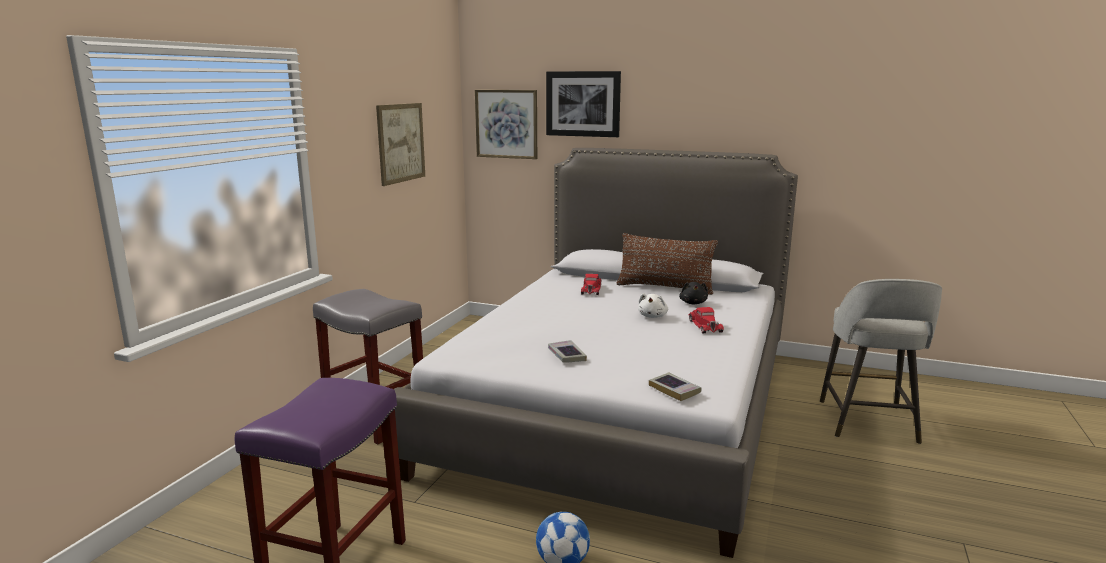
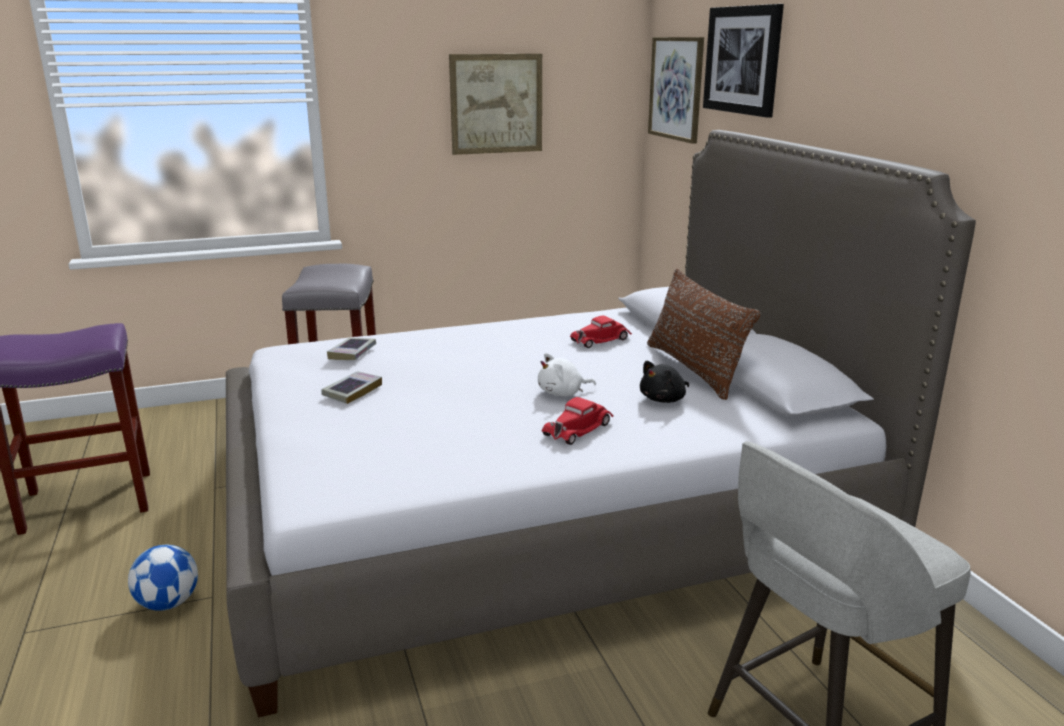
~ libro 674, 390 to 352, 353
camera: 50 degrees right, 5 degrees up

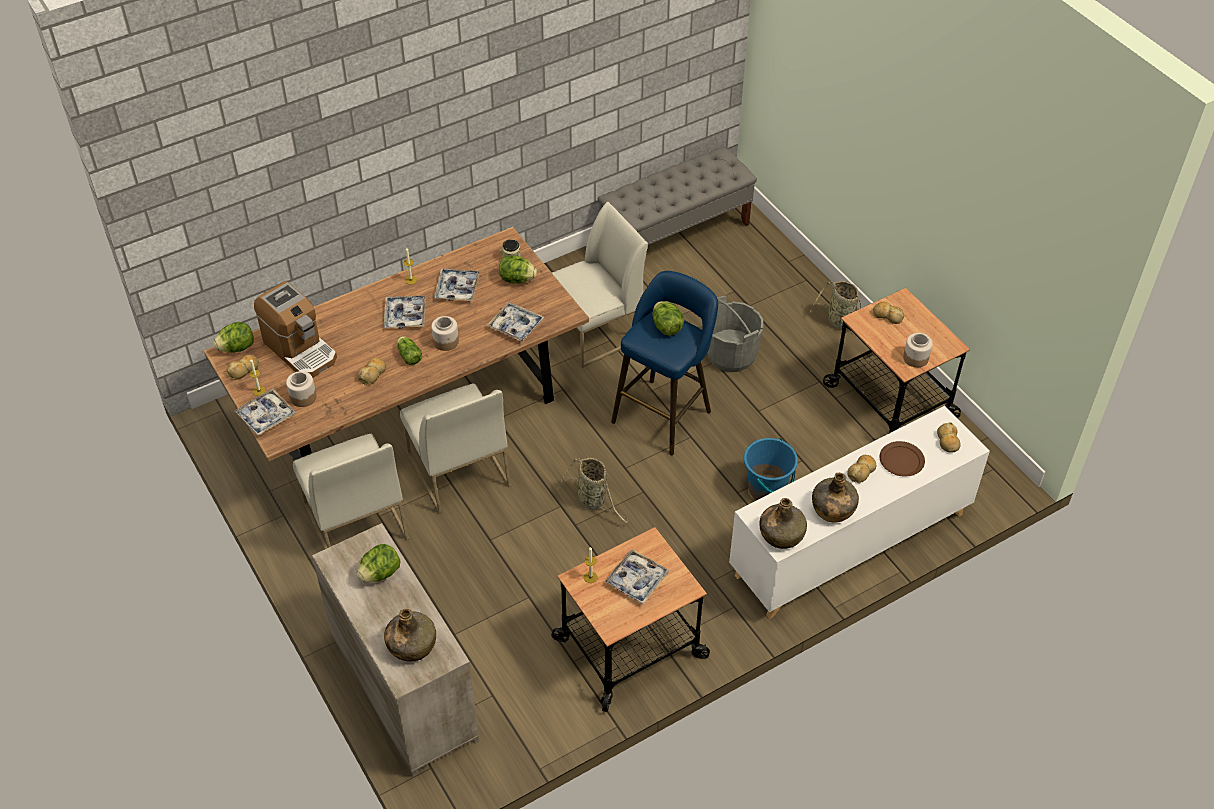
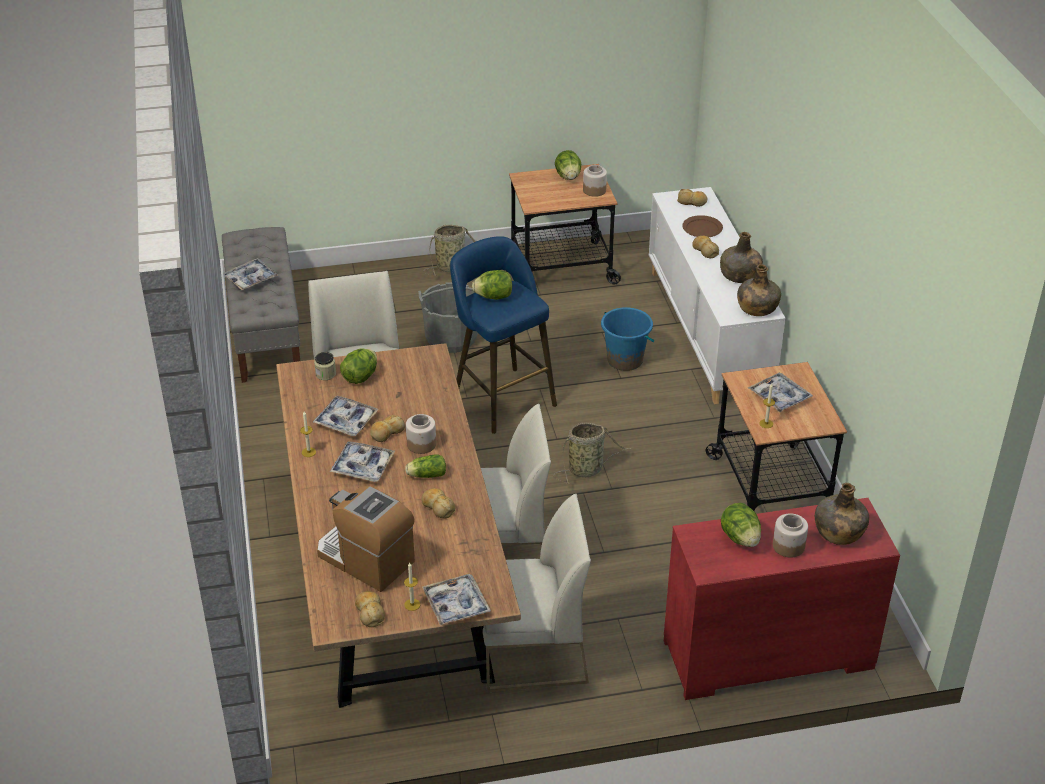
~ lechuga 237, 348 to 568, 177
~ cafetera 300, 350 = 365, 559 120 degrees counterclockwise
~ tarro 303, 397 to 788, 546
~ cómoda/beis 402, 689 to cómoda/rojo 767, 656
~ bandeja 516, 326 to 250, 279
~ pan 887, 316 to 387, 433
camera: 70 degrees left, 10 degrees down

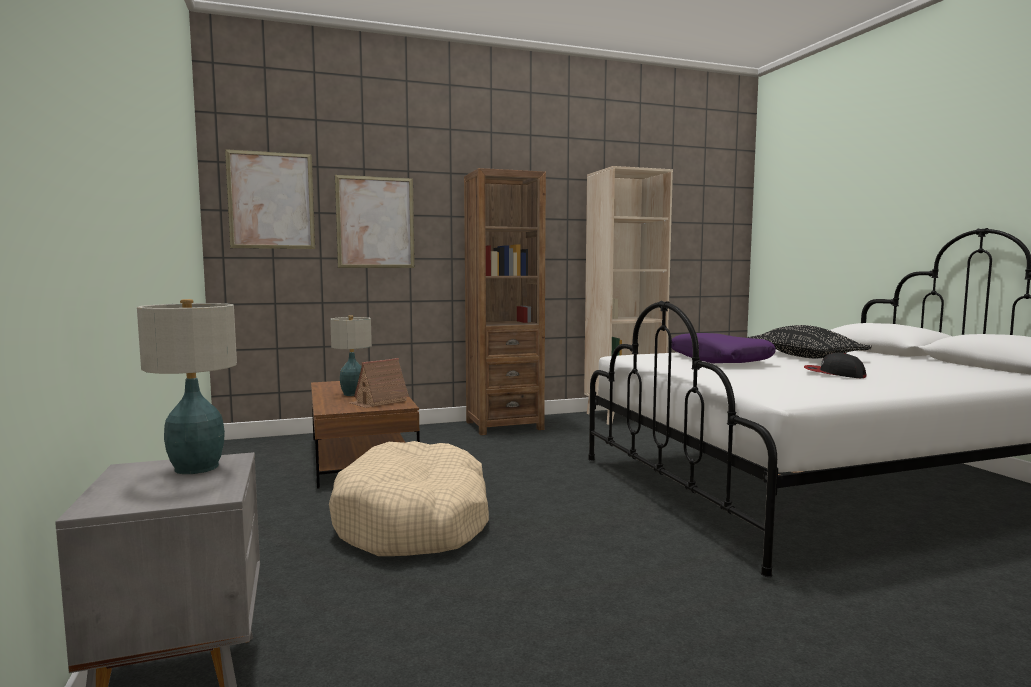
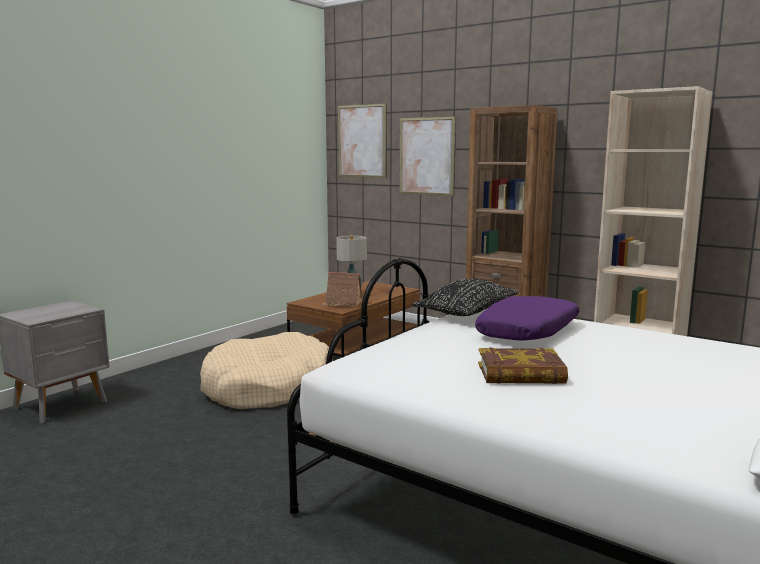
- lámpara de mesa 196, 468
~ cojín/negro 804, 356 to 467, 312
~ gorra 834, 374 to libro 520, 374
camera: 55 degrees right, 5 degrees up

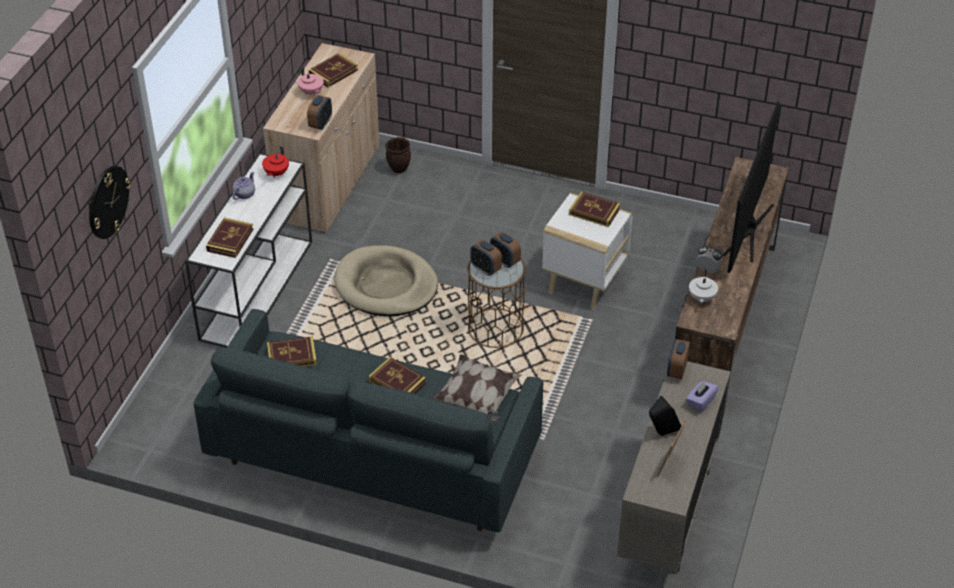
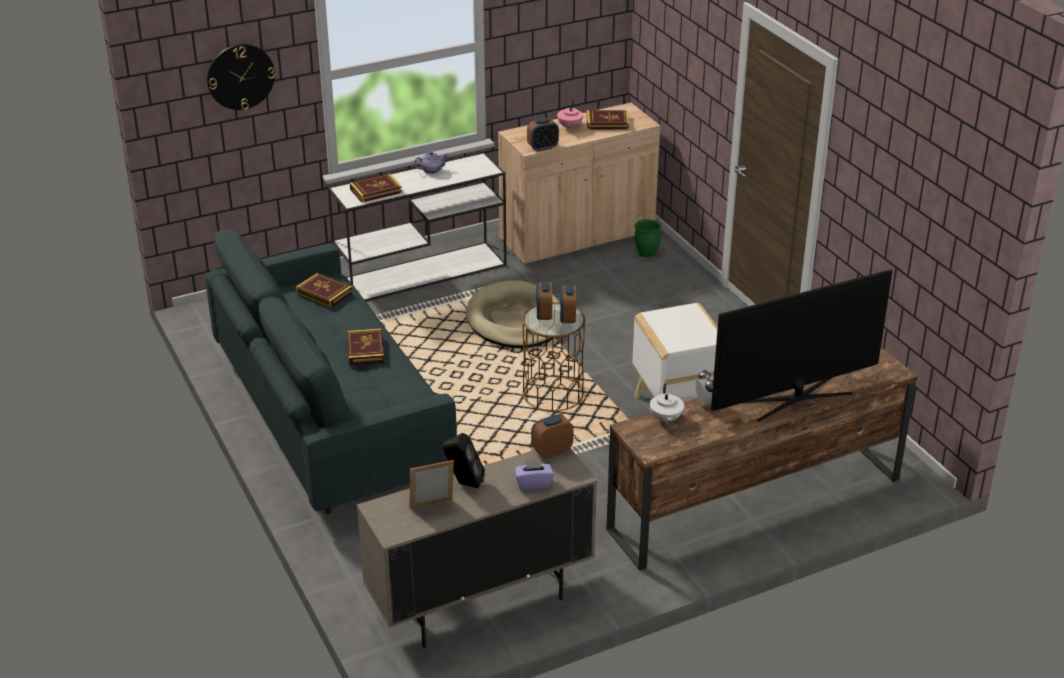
- tetera/rojo 276, 173
~ maceta/marrón 398, 168 to maceta/verde 646, 253
- cojín 477, 399
- libro 594, 211
~ tetera/blanco 701, 298 = 665, 419 60 degrees counterclockwise
camera: 45 degrees right, 10 degrees down

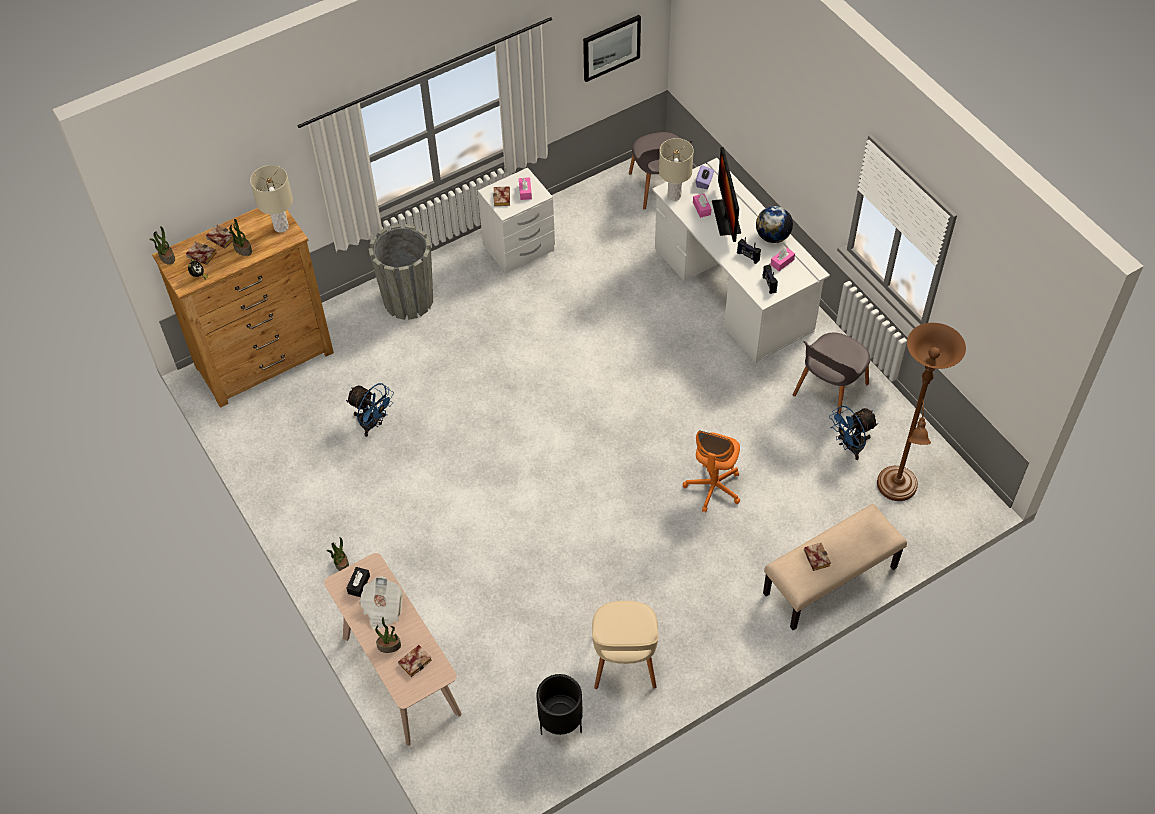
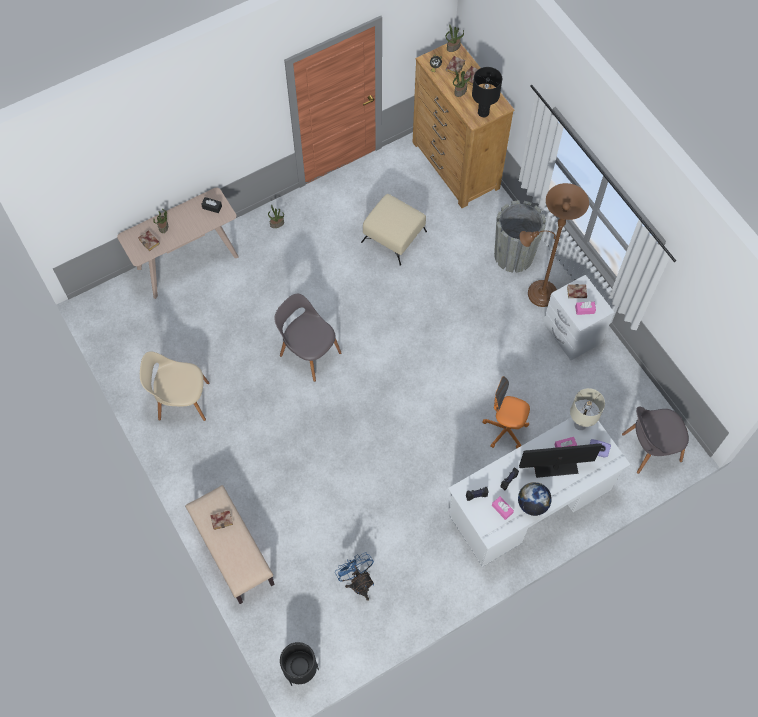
~ lámpara de mesa/beis 281, 227 to lámpara de mesa/negro 483, 113
~ ventilador/azul 373, 424 to puf/beis 394, 237
- periódico 382, 609
~ maceta/negro 561, 723 to 300, 670
- cuadro 611, 47
~ silla de oficina/naranja 713, 488 to 505, 430
~ silla/gris 829, 391 to 309, 352
~ lámpara de pie/marrón 897, 489 to 538, 293
camera: 90 degrees right, 10 degrees up

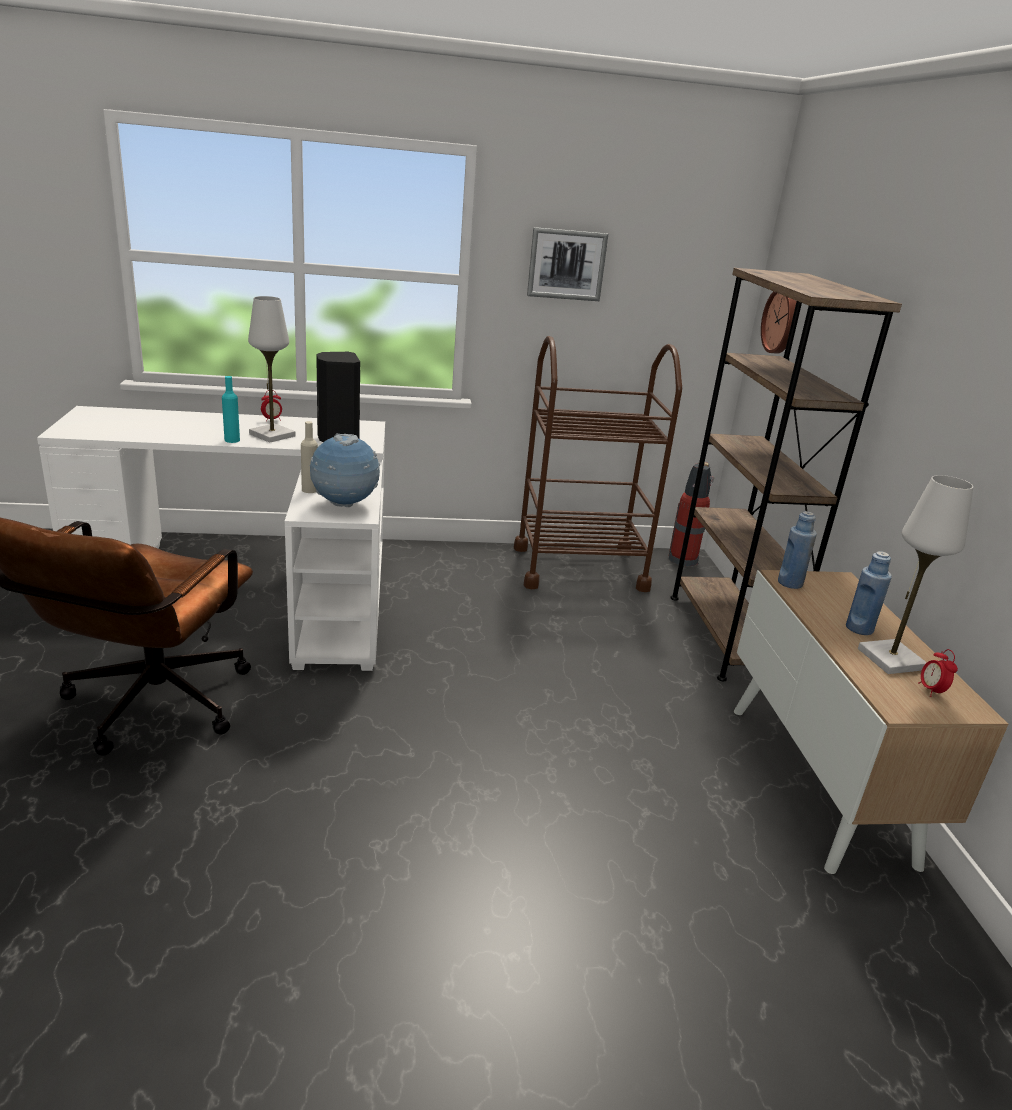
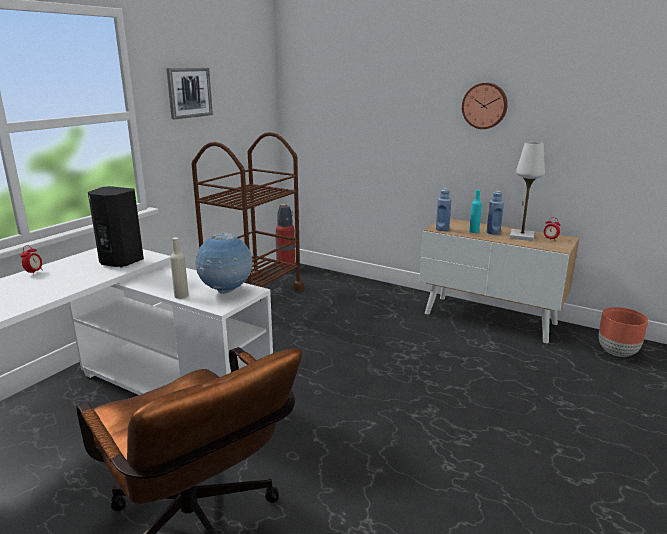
~ botella/turquesa 232, 440 to 474, 231
- lámpara de mesa/blanco 272, 435
- estantería/marrón 725, 635
~ reloj de pared 782, 321 to 485, 105
+ maceta/marrón 617, 352
camera: 50 degrees left, 5 degrees down

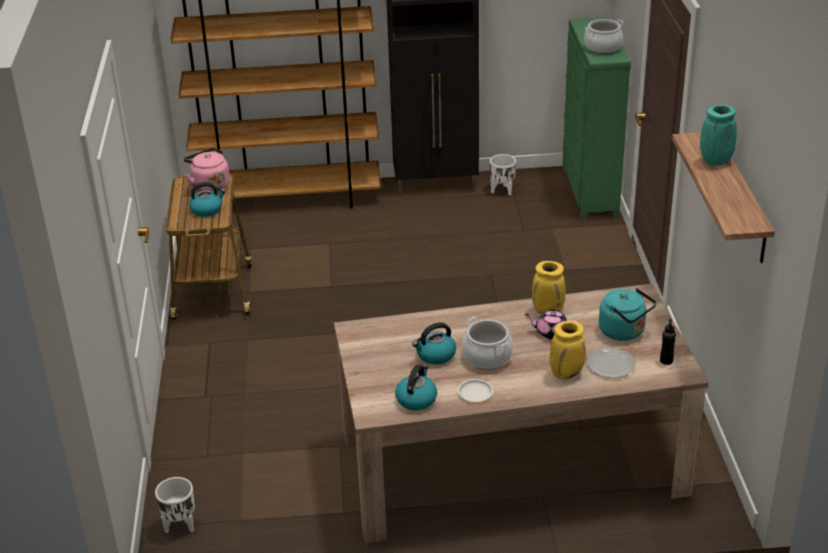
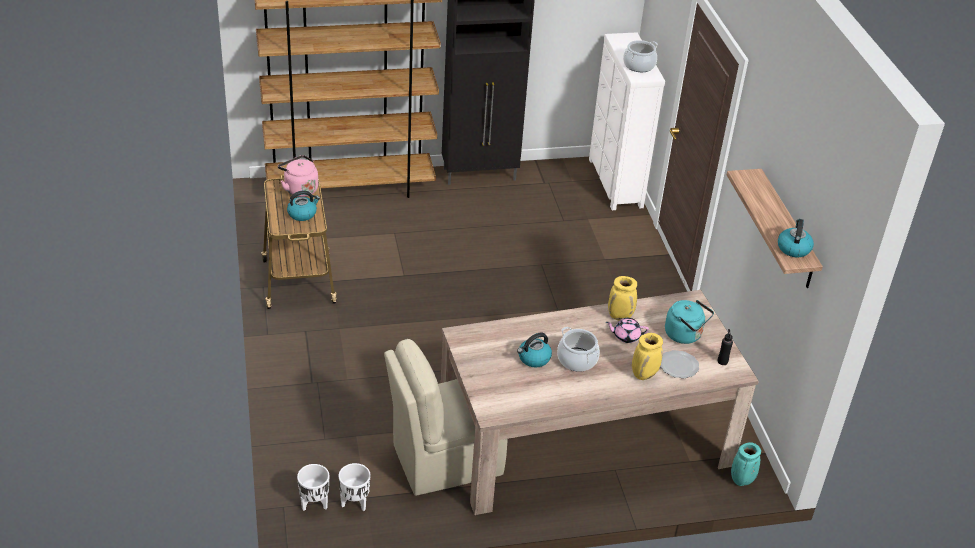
~ hervidor 416, 399 to 793, 248
- plato/blanco 475, 393
~ maceta/blanco 502, 191 to 355, 502
~ cómoda/verde 589, 192 to cómoda/blanco 614, 183
~ florero/turquesa 715, 162 to 741, 481
+ silla/beis 444, 460
camera: 10 degrees left, 5 degrees up

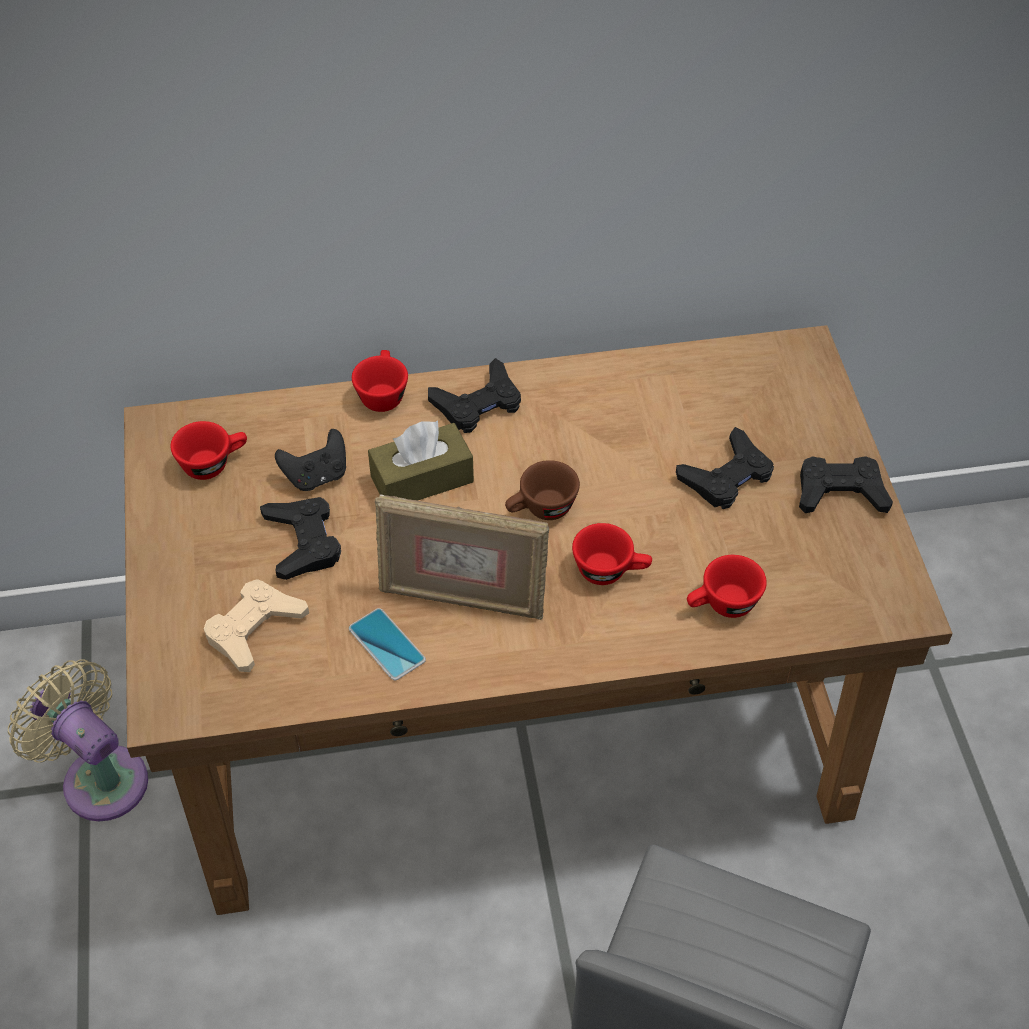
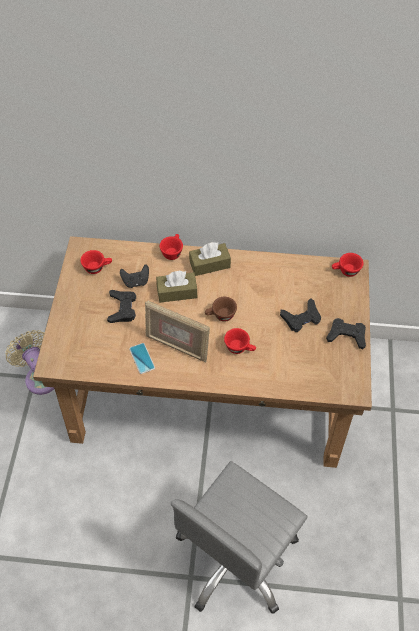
- mando de consola/beis 254, 629
~ mando de consola/negro 478, 404 to caja de pañuelos/marrón 209, 264
~ taza/rojo 722, 605 to 345, 271
camera: 15 degrees right, 5 degrees up

